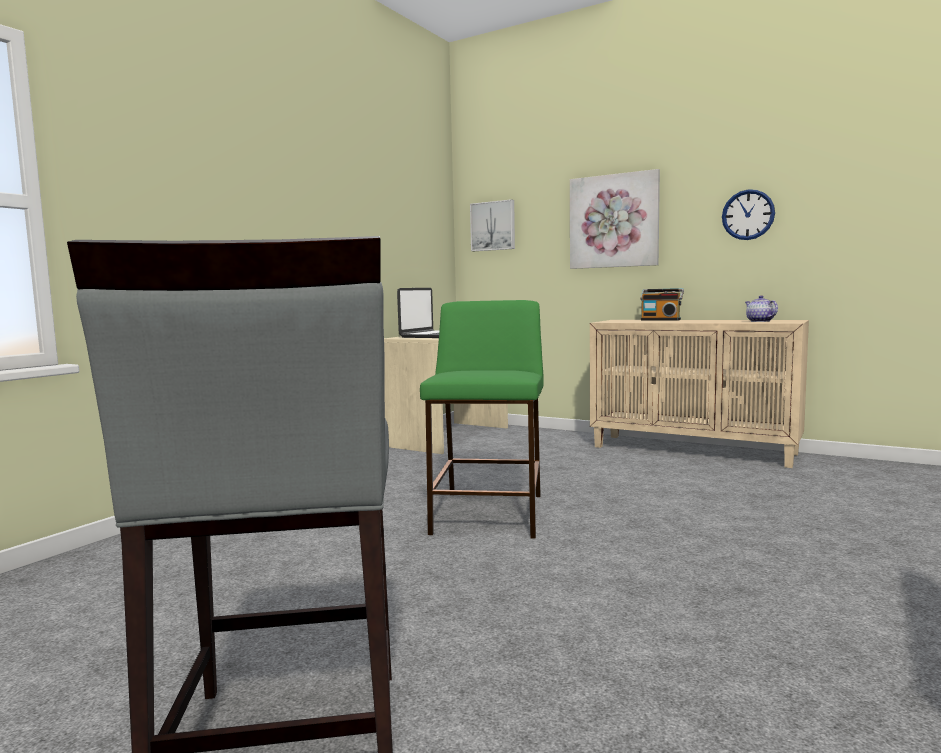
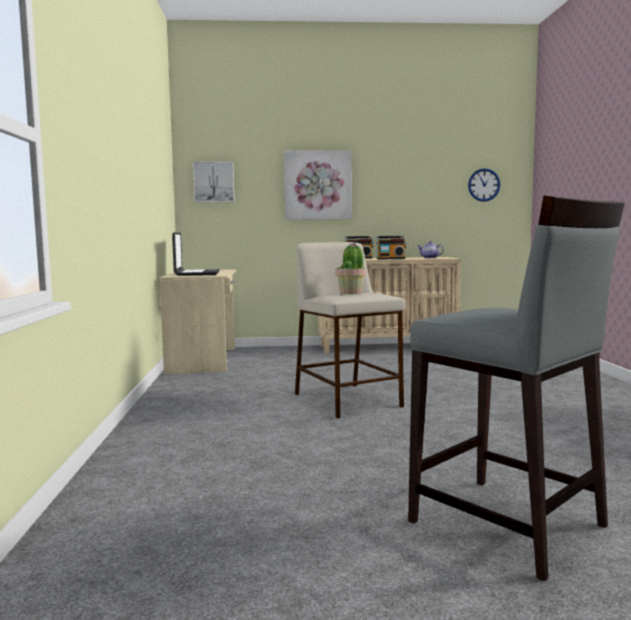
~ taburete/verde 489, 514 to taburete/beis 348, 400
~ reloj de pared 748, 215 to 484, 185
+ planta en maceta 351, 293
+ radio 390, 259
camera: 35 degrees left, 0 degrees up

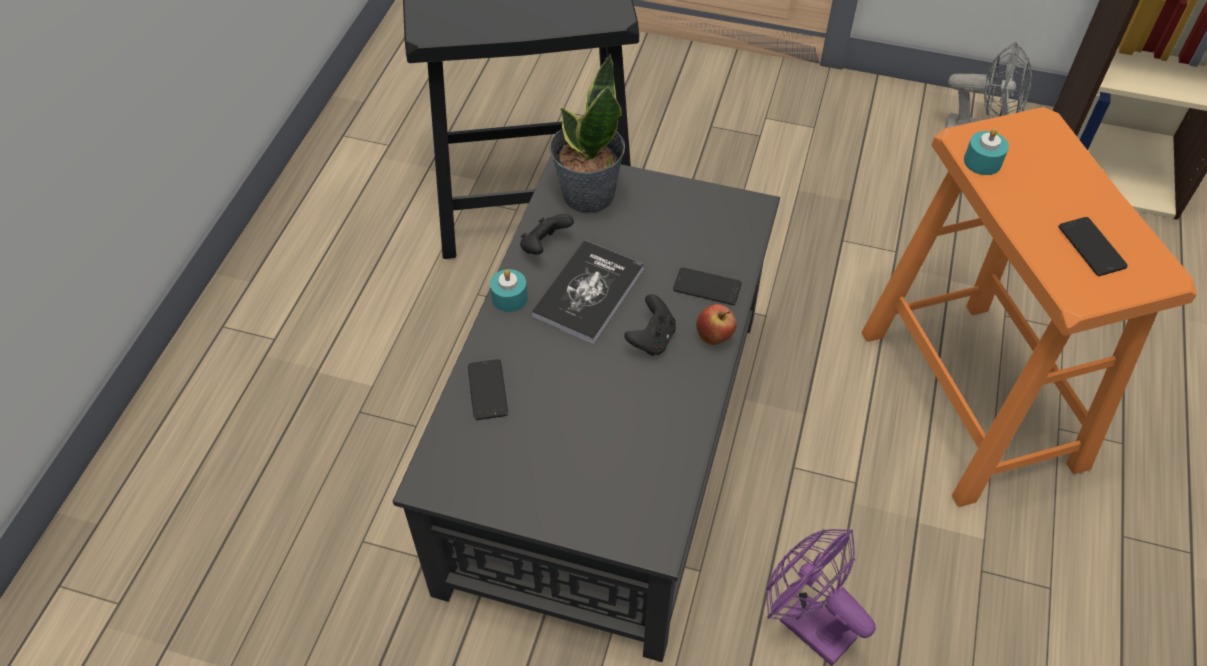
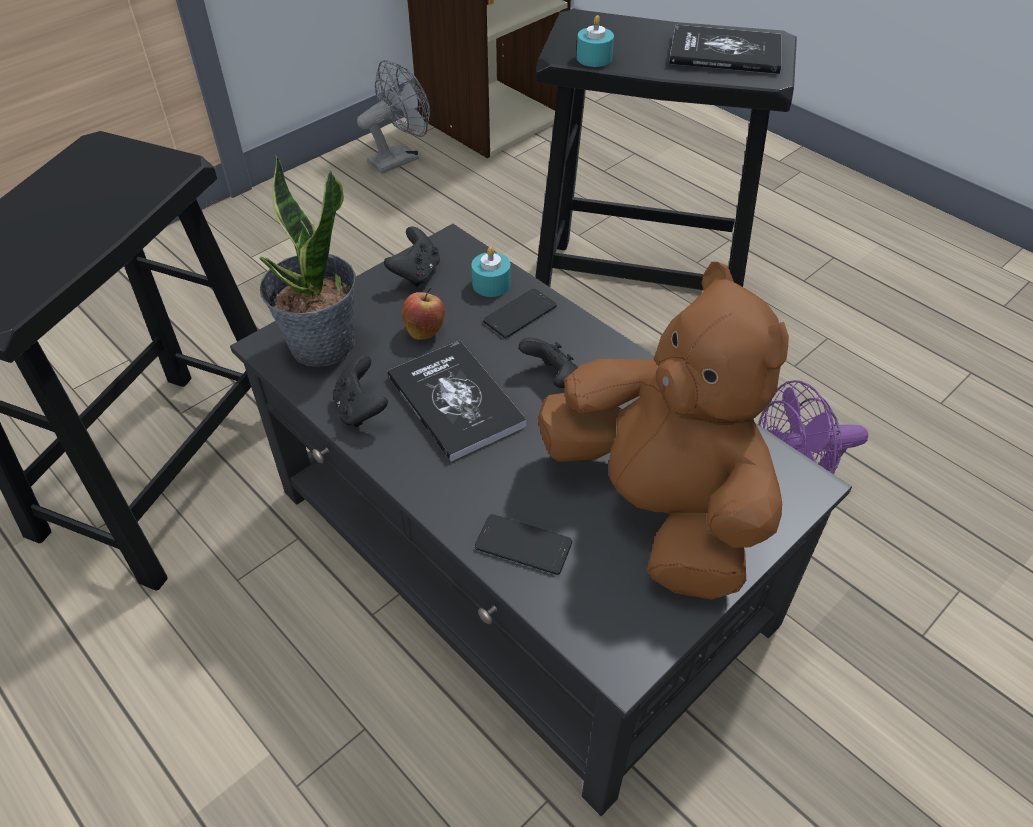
~ vela/turquesa 509, 298 to 491, 284
~ manzana 714, 337 to 425, 331
~ taburete/naranja 971, 399 to taburete/negro 640, 291
~ móvil 1091, 247 to libro 725, 52
+ mando de consola/negro 416, 273
+ peluche/marrón 658, 508
camera: 60 degrees left, 5 degrees down

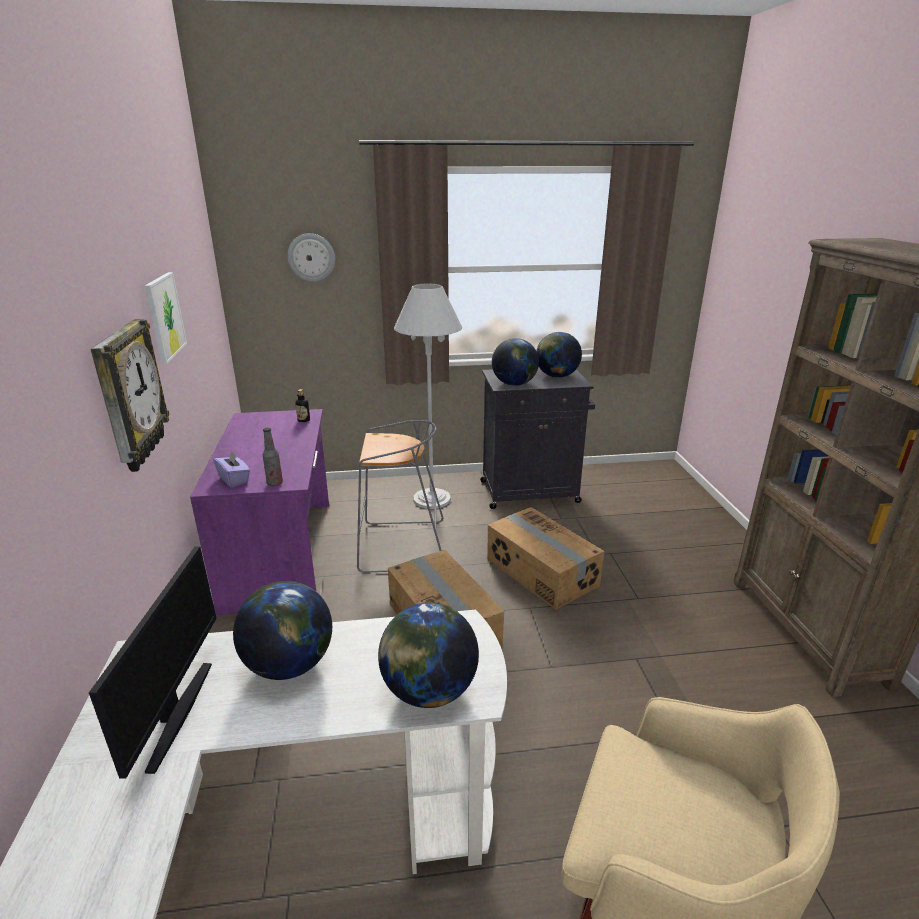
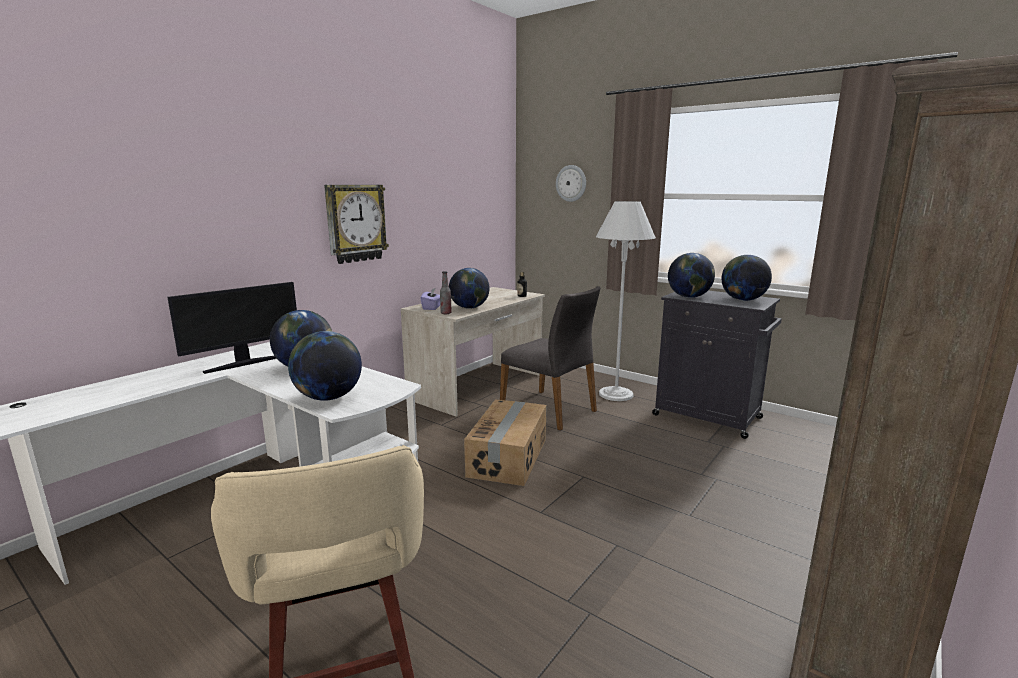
- cuadro 164, 316
~ escritorio/morado 282, 552 to escritorio/beis 478, 387
~ taburete/gris 400, 547 to silla/gris 550, 410
- caja de cartón 541, 572
+ globo terráqueo 469, 308
camera: 45 degrees right, 10 degrees down

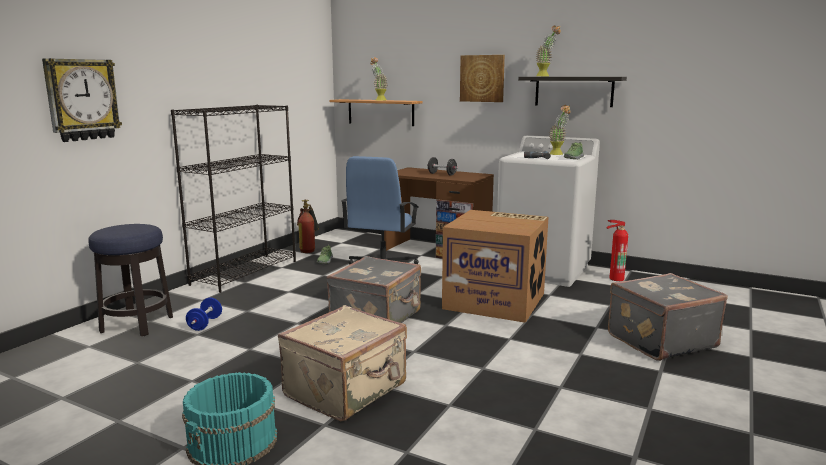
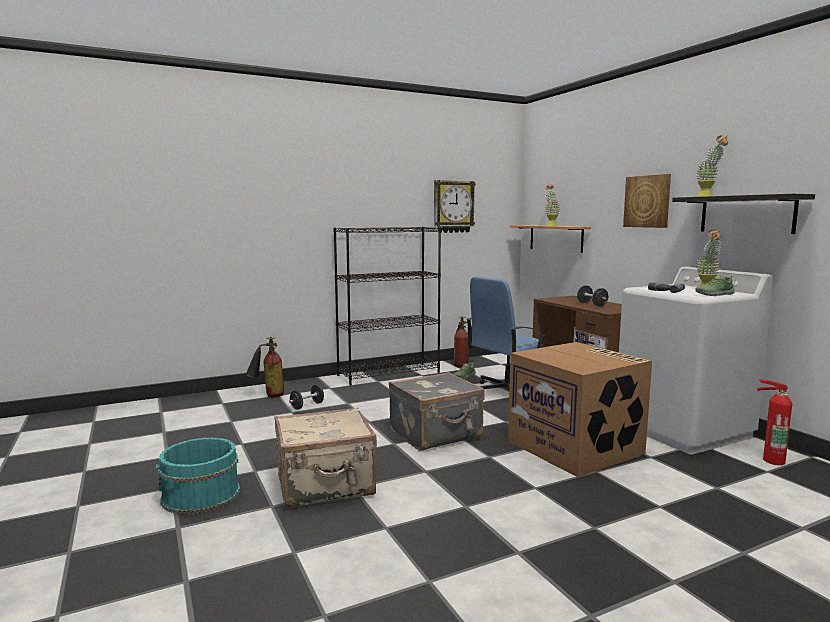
~ reloj de pared 82, 100 to 453, 206
~ taburete 137, 324 to extintor 267, 395
~ mancuerna/azul 205, 324 to mancuerna/negro 307, 406
- maleta/gris 659, 340
camera: 35 degrees right, 5 degrees down

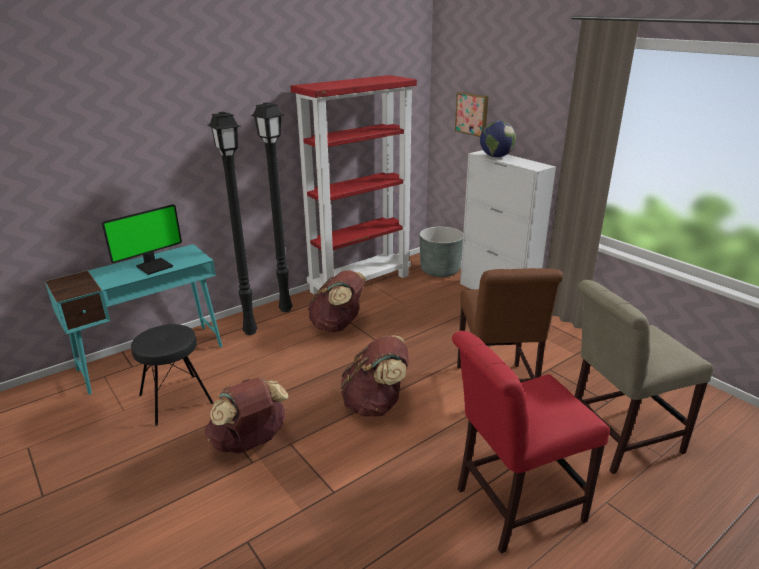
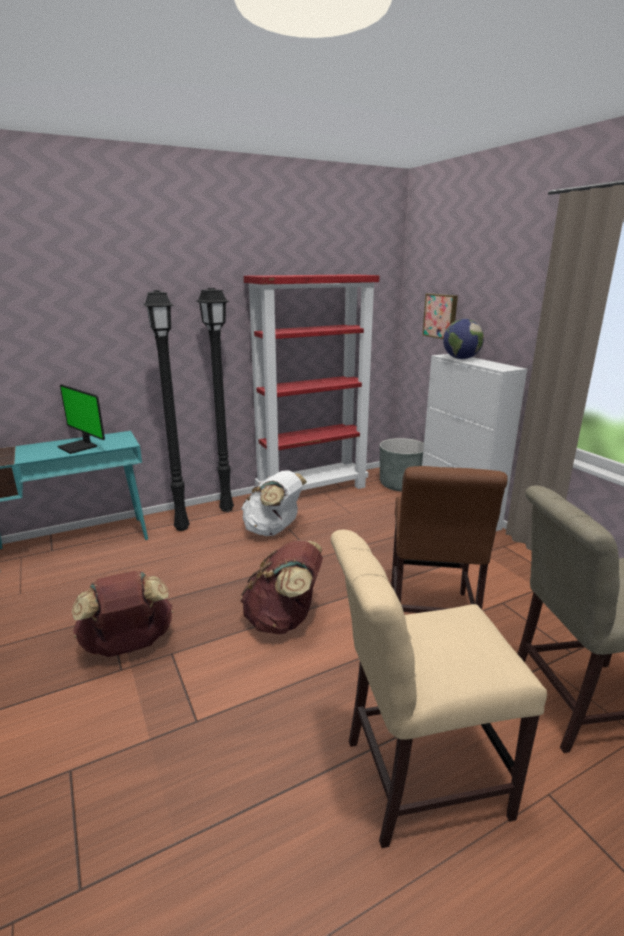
~ monitor 154, 266 = 79, 447 75 degrees clockwise
- taburete/negro 175, 399
~ mochila/marrón 338, 326 to mochila/blanco 273, 530
~ silla/rojo 513, 506 to silla/beis 415, 777
camera: 10 degrees right, 5 degrees down

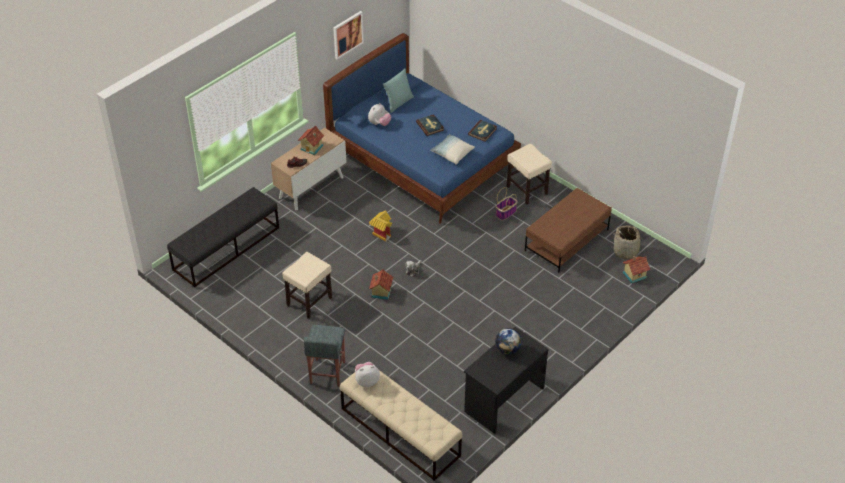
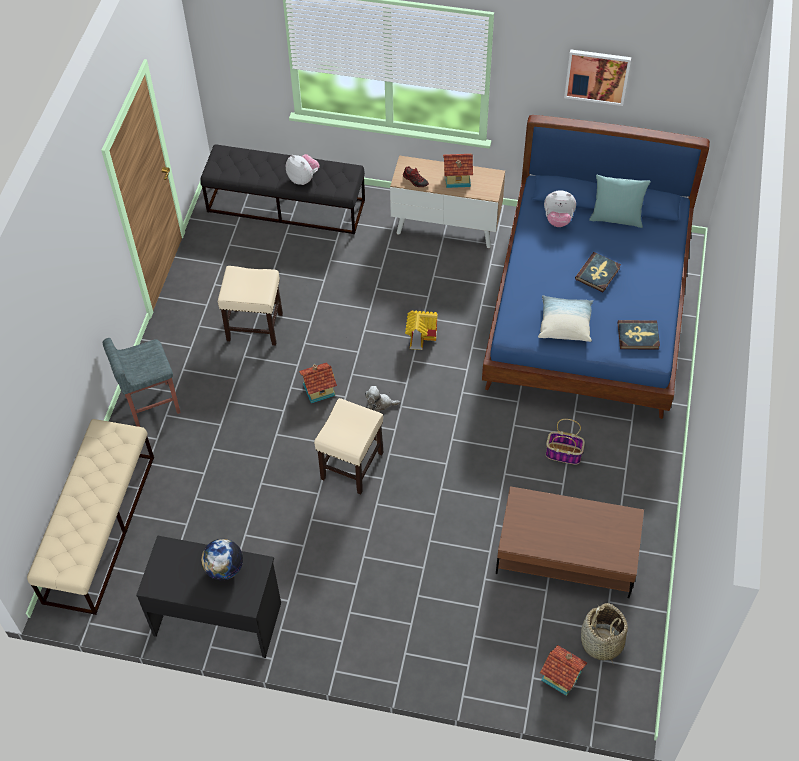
~ peluche 367, 381 to 303, 178
~ taburete/beis 527, 190 to 352, 466
camera: 60 degrees right, 10 degrees up

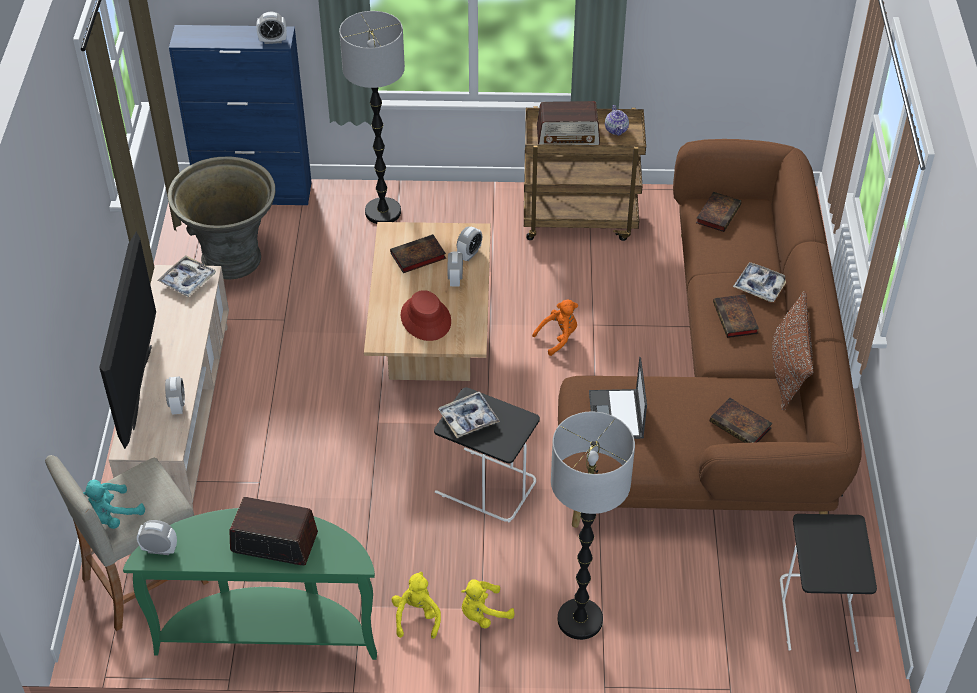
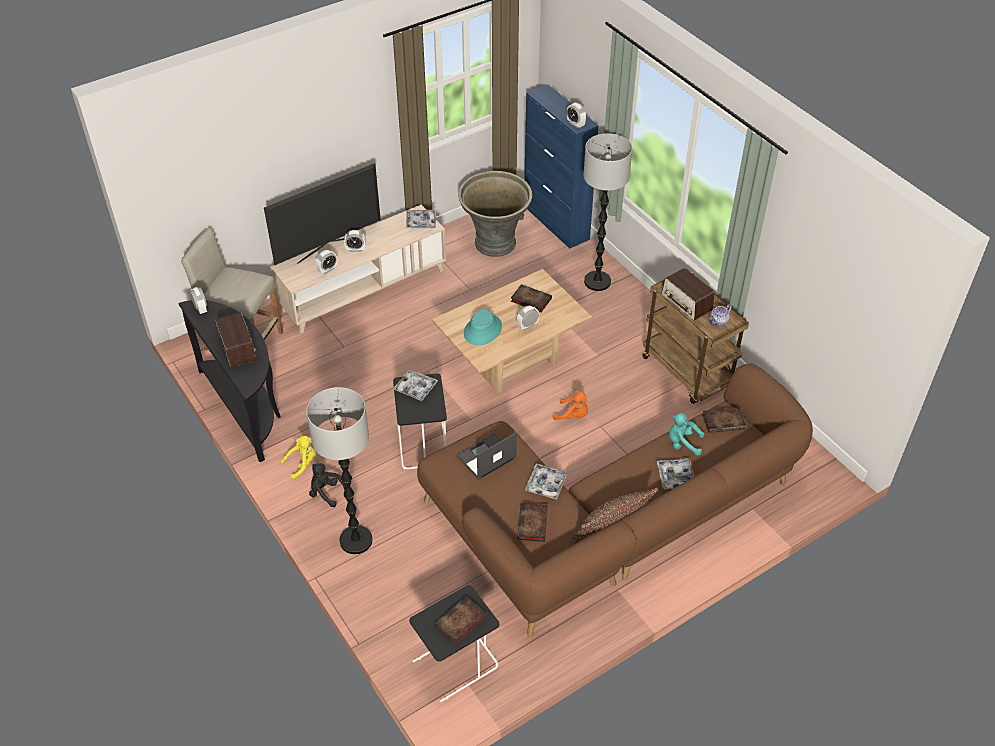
~ peluche/turquesa 112, 516 to 682, 443
~ mesa consola/verde 268, 631 to mesa consola/negro 246, 407
~ sombrero/rojo 426, 319 to sombrero/turquesa 483, 330
~ despertador 469, 254 to 356, 249
~ peluche/amarillo 483, 614 to peluche/negro 326, 492
~ libro 736, 319 to 460, 623
+ bandeja 546, 484
camera: 55 degrees right, 0 degrees up

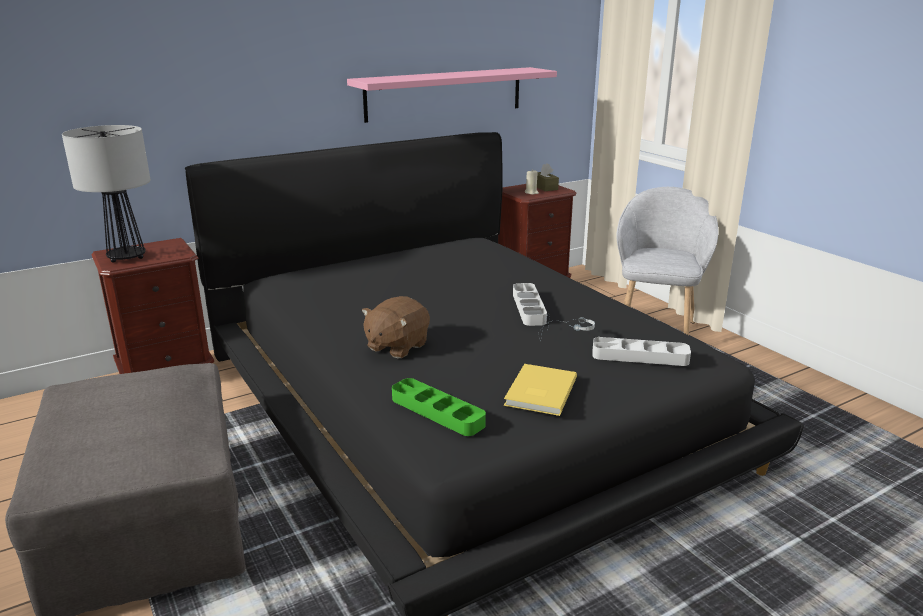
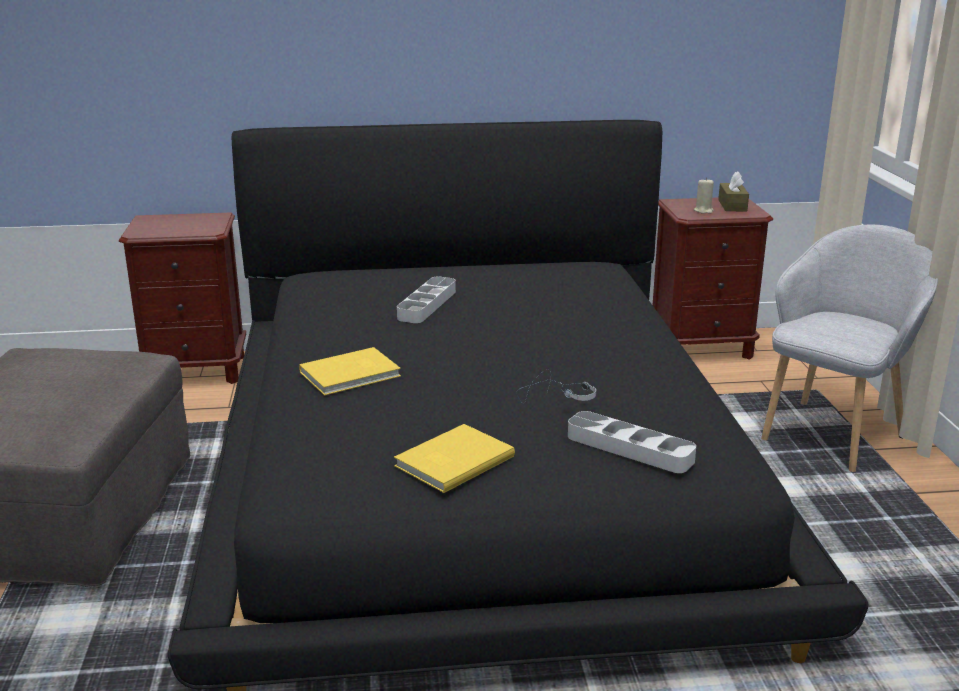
- lámpara de mesa 127, 258
- estante/rosa 445, 93
~ peluche/marrón 396, 346 to libro/amarillo 352, 374
- bandeja/verde 437, 411
~ bandeja/gris 528, 308 to 427, 305
camera: 25 degrees right, 0 degrees up

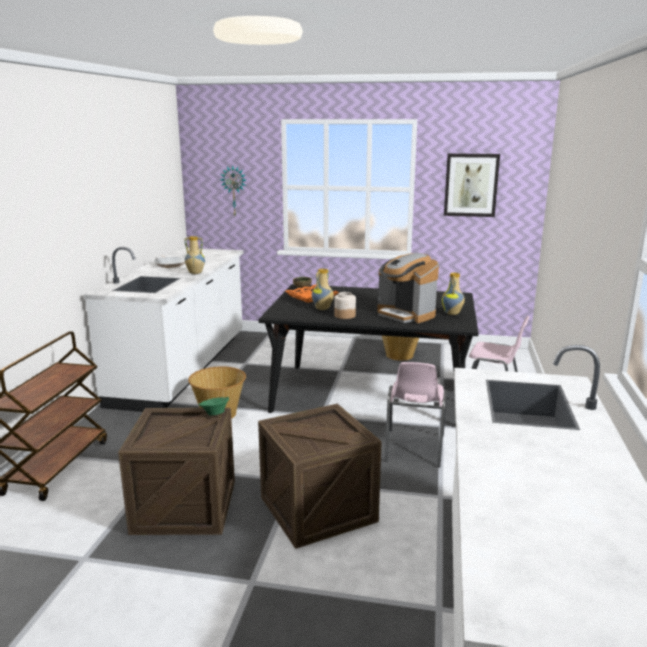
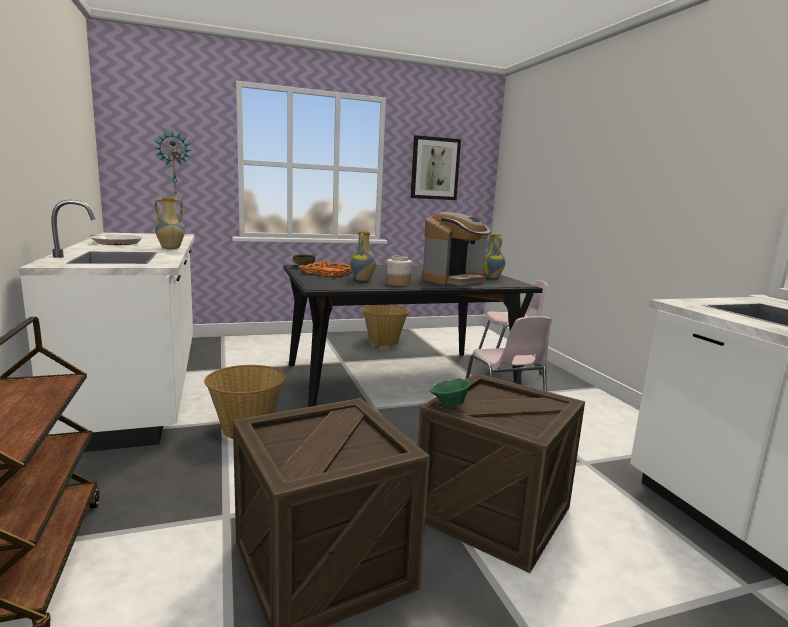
~ cuenco/verde 214, 414 to 449, 404
~ cafetera 405, 314 = 454, 280 60 degrees counterclockwise
camera: 30 degrees left, 5 degrees down

